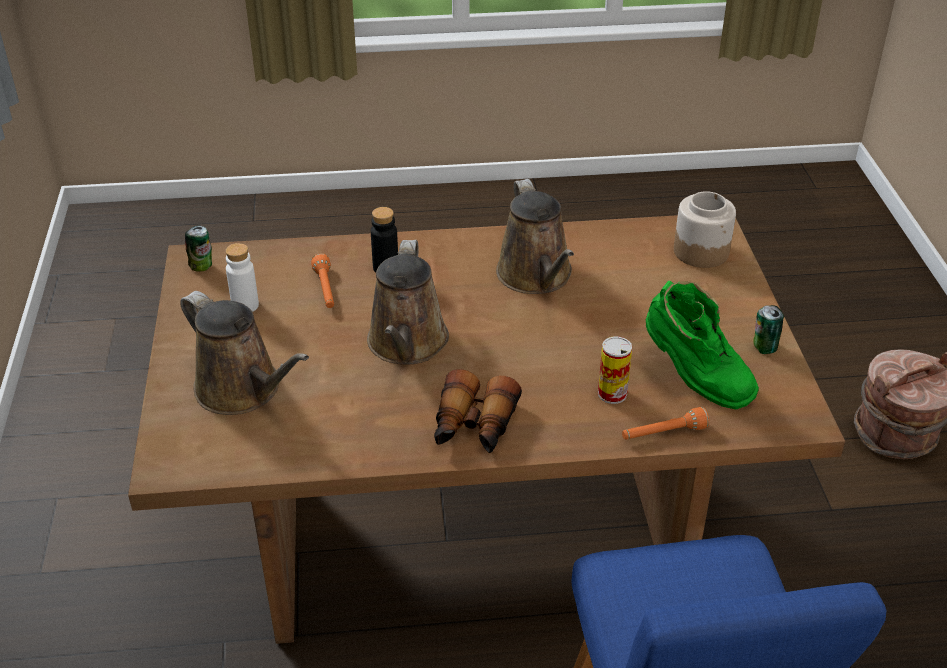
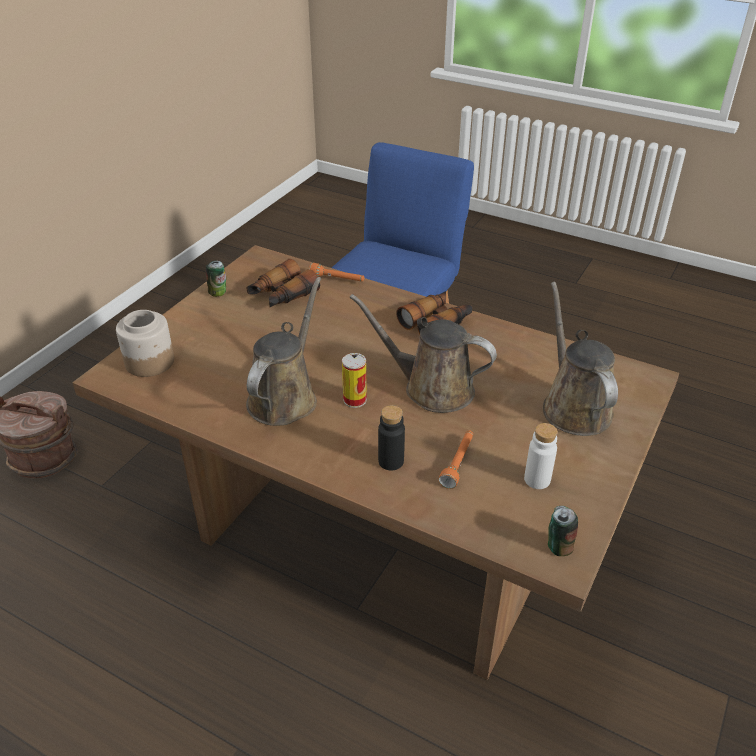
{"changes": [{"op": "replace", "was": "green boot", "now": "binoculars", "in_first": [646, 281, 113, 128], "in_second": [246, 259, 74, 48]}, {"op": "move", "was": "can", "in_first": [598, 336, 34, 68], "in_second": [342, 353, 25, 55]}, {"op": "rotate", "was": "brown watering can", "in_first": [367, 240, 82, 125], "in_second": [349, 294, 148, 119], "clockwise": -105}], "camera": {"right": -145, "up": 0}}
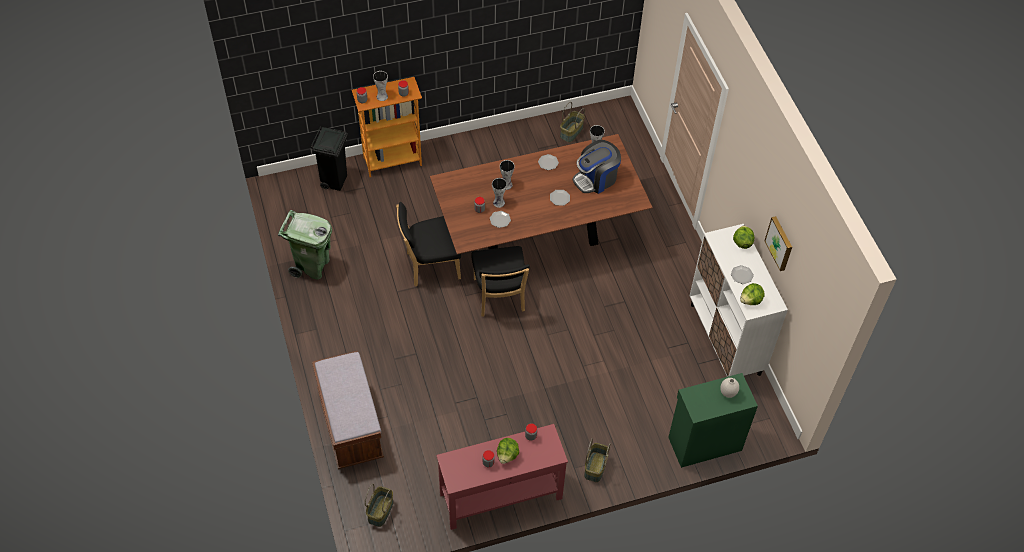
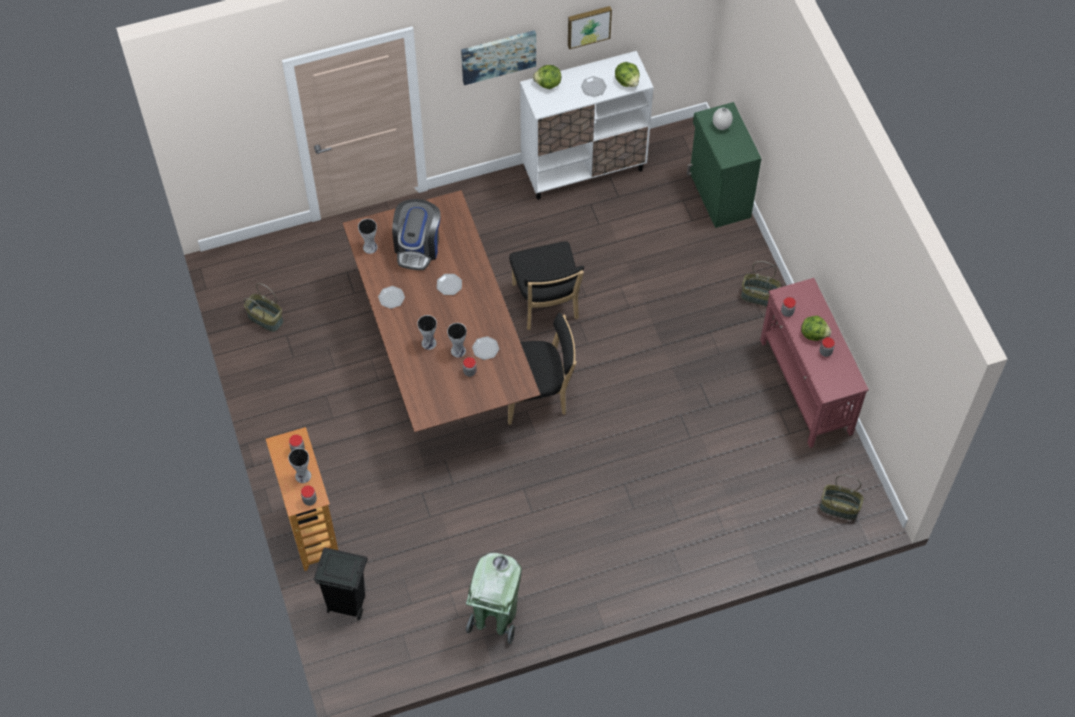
{"changes": [{"op": "rotate", "was": "coffee machine", "in_first": [572, 140, 49, 54], "in_second": [392, 199, 48, 71], "clockwise": 45}, {"op": "insert", "now": "picture", "in_second": [461, 30, 75, 55]}, {"op": "move", "was": "black chair", "in_first": [396, 202, 65, 85], "in_second": [509, 241, 75, 89]}, {"op": "delete", "was": "brown bench", "in_first": [312, 350, 72, 119]}], "camera": {"right": -90, "up": 5}}
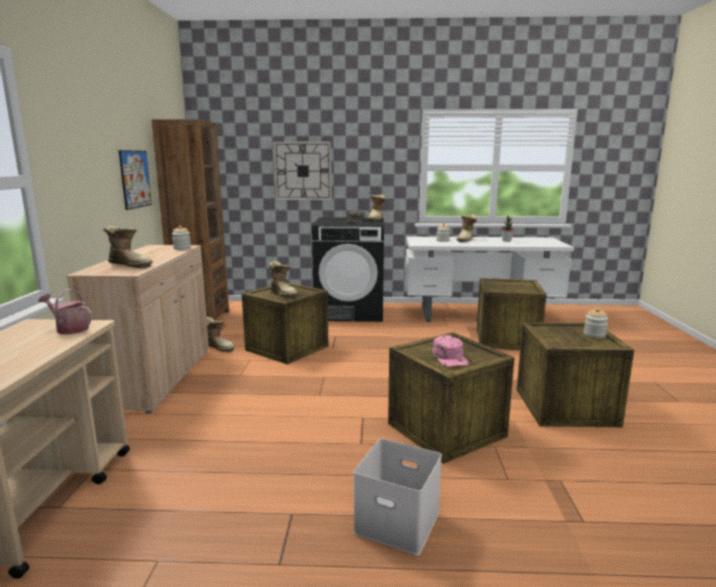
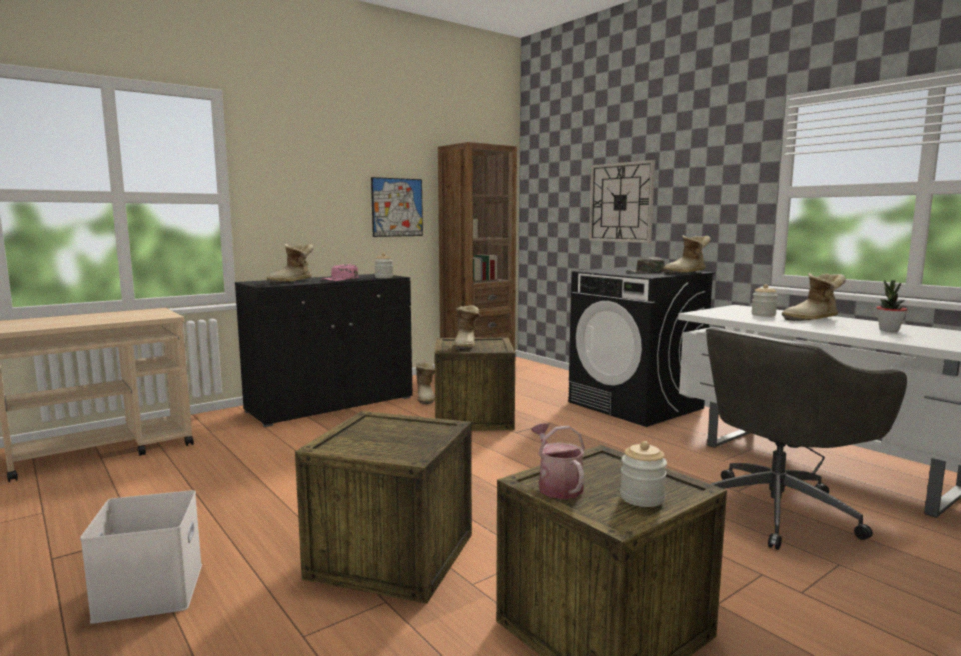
{"changes": [{"op": "recolor", "was": "beige cabinet", "now": "black cabinet", "in_first": [66, 245, 143, 169], "in_second": [235, 274, 178, 153]}, {"op": "rotate", "was": "boot", "in_first": [103, 226, 50, 42], "in_second": [266, 244, 47, 40], "clockwise": 60}, {"op": "move", "was": "pink cap", "in_first": [432, 335, 37, 32], "in_second": [321, 264, 38, 17]}, {"op": "move", "was": "watering can", "in_first": [38, 289, 54, 45], "in_second": [531, 423, 54, 76]}, {"op": "replace", "was": "crate", "now": "grey office chair", "in_first": [477, 278, 70, 72], "in_second": [706, 327, 201, 223]}], "camera": {"right": 50, "up": -5}}
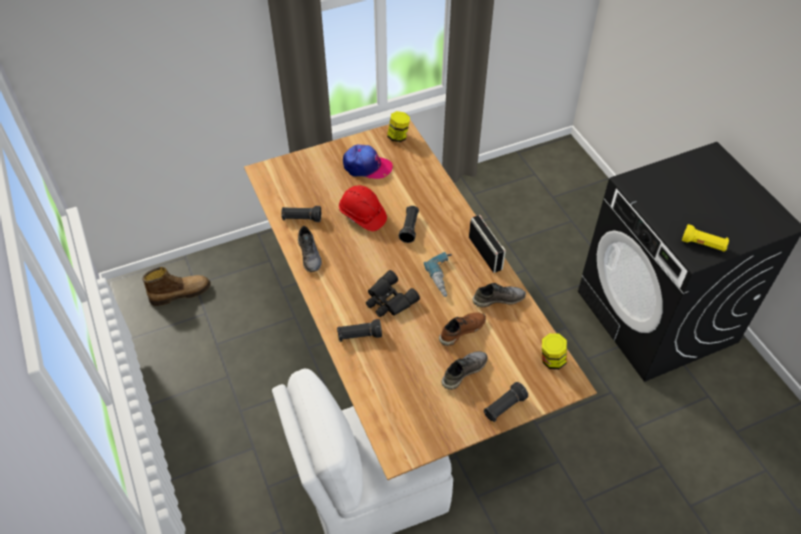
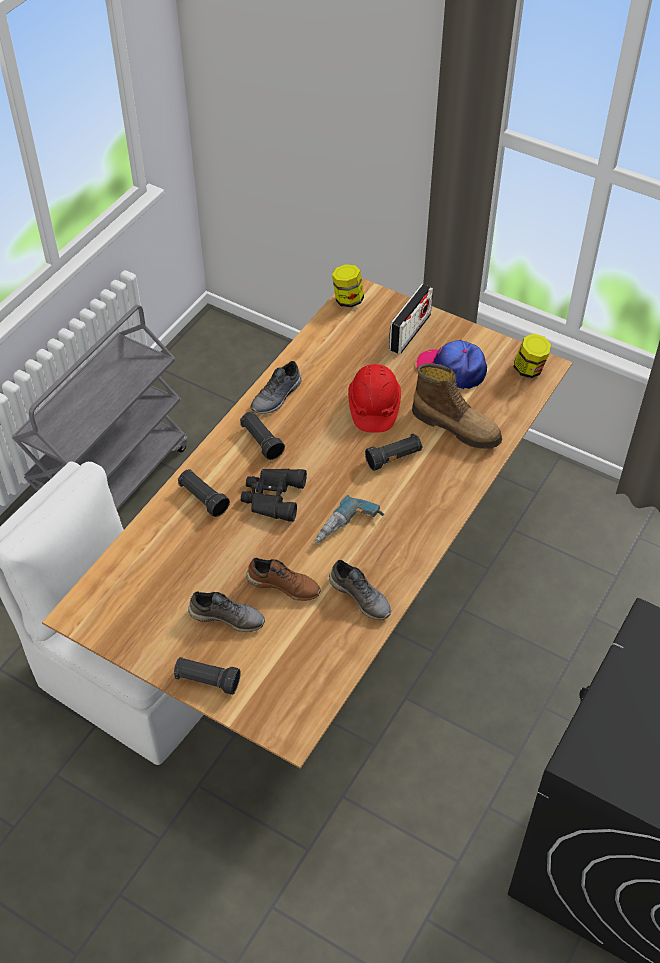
{"changes": [{"op": "insert", "now": "grey cart", "in_second": [12, 305, 176, 205]}, {"op": "move", "was": "black flashlight", "in_first": [281, 206, 40, 16], "in_second": [240, 411, 45, 49]}, {"op": "move", "was": "jar", "in_first": [542, 333, 25, 36], "in_second": [332, 264, 32, 43]}, {"op": "move", "was": "radio", "in_first": [469, 215, 37, 58], "in_second": [389, 284, 44, 70]}, {"op": "move", "was": "boot", "in_first": [142, 267, 69, 39], "in_second": [412, 363, 90, 86]}, {"op": "rotate", "was": "cap", "in_first": [343, 144, 50, 35], "in_second": [417, 340, 70, 49], "clockwise": 135}, {"op": "delete", "was": "yellow flashlight", "in_first": [682, 224, 47, 28]}], "camera": {"right": 55, "up": 0}}
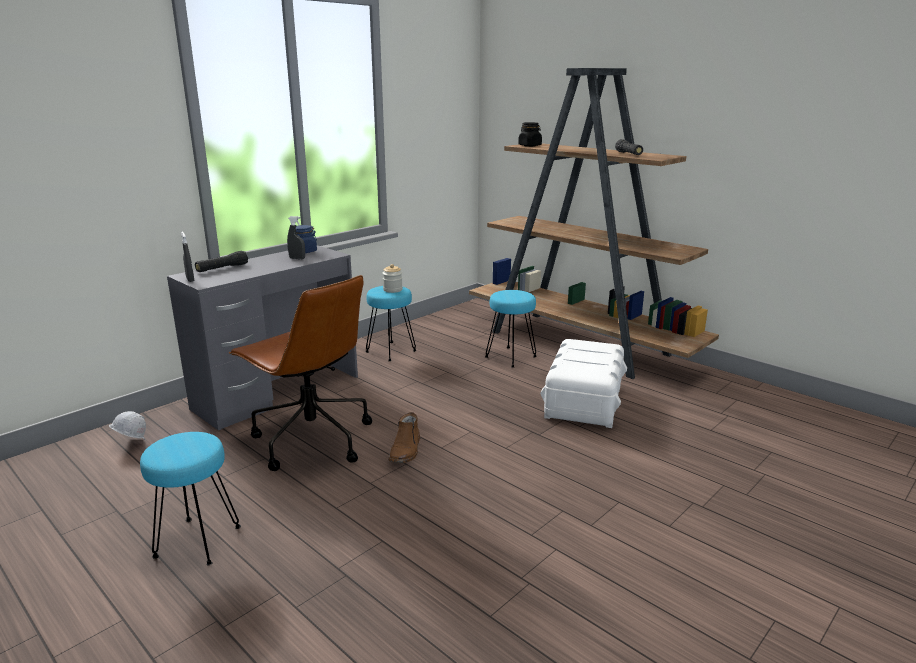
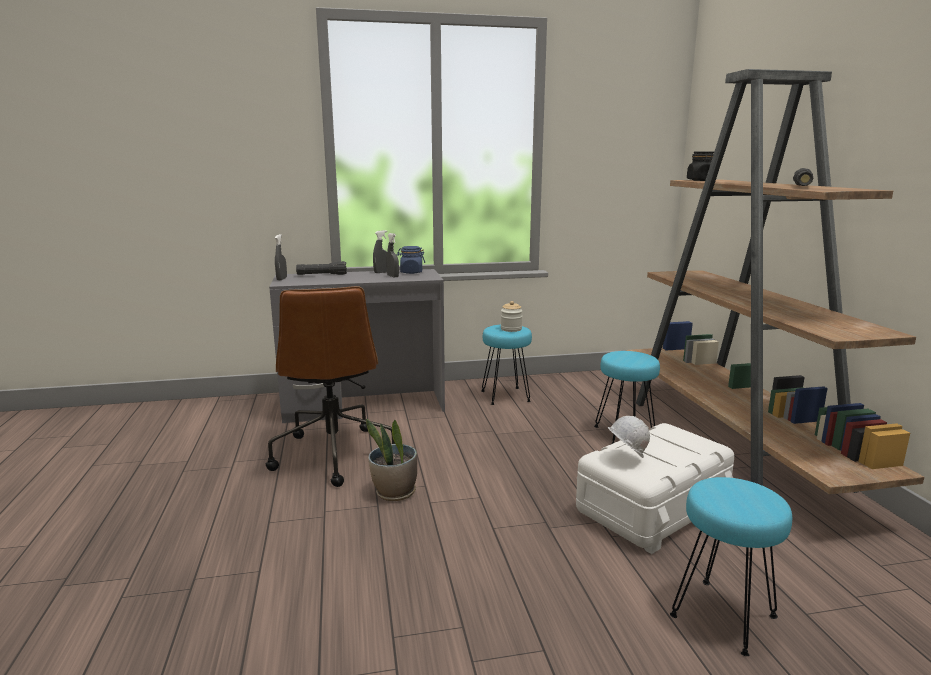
{"changes": [{"op": "replace", "was": "brown boot", "now": "potted plant", "in_first": [389, 412, 31, 51], "in_second": [366, 418, 51, 83]}, {"op": "insert", "now": "grey spray bottle", "in_second": [373, 230, 14, 43]}, {"op": "move", "was": "white hard hat", "in_first": [109, 411, 37, 28], "in_second": [608, 416, 42, 42]}, {"op": "move", "was": "turquoise stool", "in_first": [140, 432, 101, 133], "in_second": [670, 477, 122, 179]}], "camera": {"right": 35, "up": -5}}
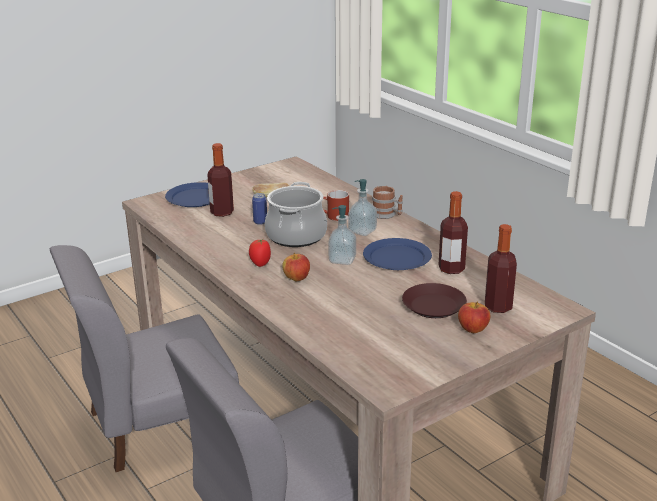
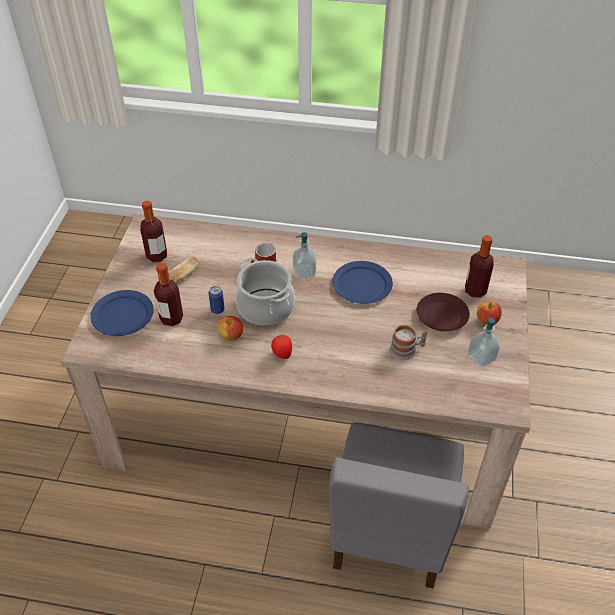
{"changes": [{"op": "move", "was": "bottle", "in_first": [438, 191, 30, 83], "in_second": [140, 201, 27, 61]}, {"op": "move", "was": "apple", "in_first": [282, 253, 28, 28], "in_second": [218, 316, 25, 25]}, {"op": "move", "was": "mug", "in_first": [372, 186, 31, 33], "in_second": [390, 325, 38, 35]}, {"op": "move", "was": "soap dispenser", "in_first": [328, 205, 28, 60], "in_second": [468, 318, 32, 49]}, {"op": "delete", "was": "grey chair", "in_first": [50, 245, 189, 227]}], "camera": {"right": -45, "up": 20}}
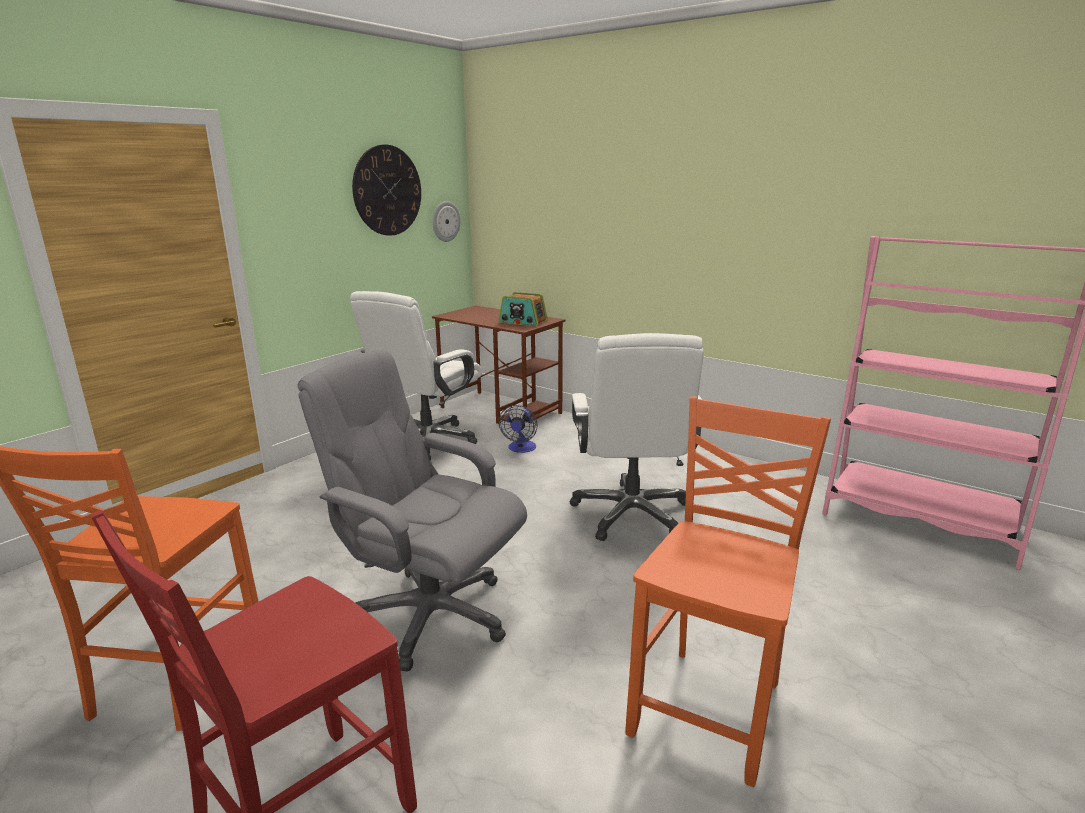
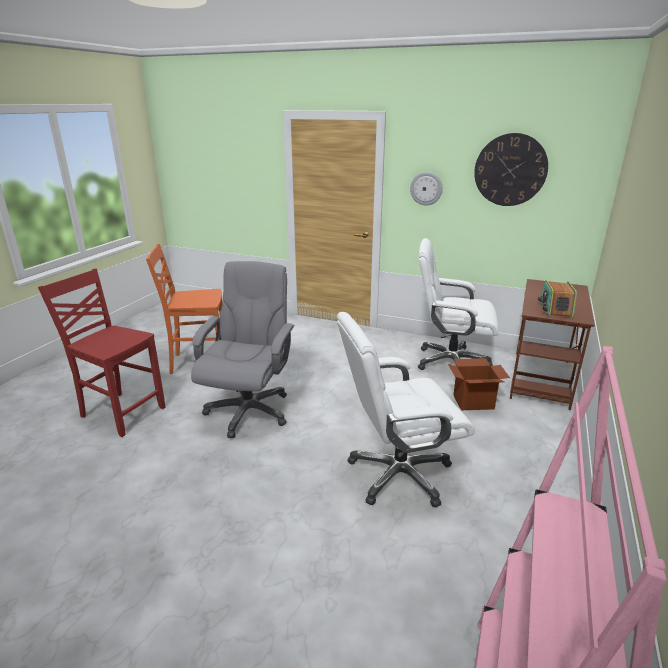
{"changes": [{"op": "move", "was": "wall clock", "in_first": [432, 201, 28, 41], "in_second": [410, 172, 33, 34]}, {"op": "replace", "was": "fan", "now": "cardboard box", "in_first": [499, 405, 39, 48], "in_second": [448, 358, 62, 52]}, {"op": "delete", "was": "orange chair", "in_first": [625, 396, 206, 391]}], "camera": {"right": 75, "up": 5}}
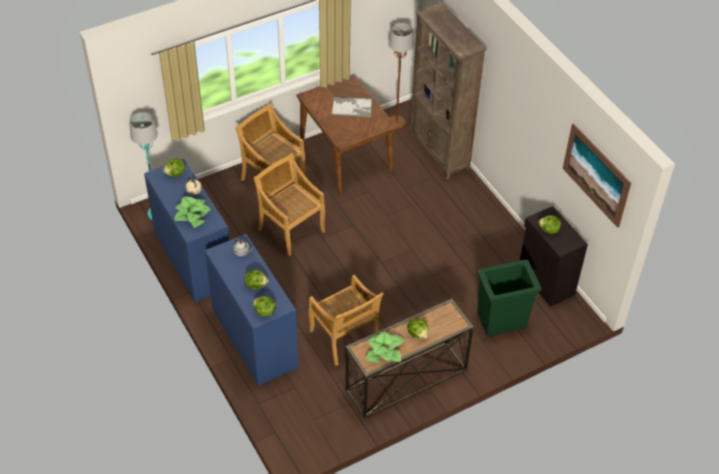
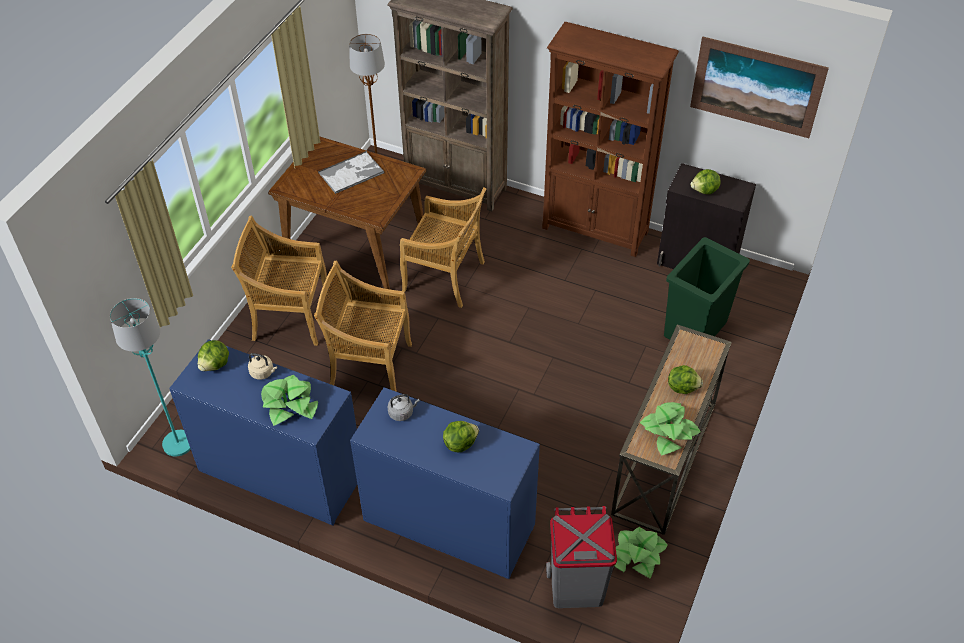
{"changes": [{"op": "move", "was": "beige chair", "in_first": [308, 275, 76, 91], "in_second": [400, 188, 86, 120]}, {"op": "insert", "now": "brown bookcase", "in_second": [542, 22, 137, 235]}, {"op": "insert", "now": "grey trash can", "in_second": [546, 506, 71, 102]}, {"op": "insert", "now": "potted plant", "in_second": [614, 527, 53, 52]}, {"op": "delete", "was": "lettuce", "in_first": [253, 296, 23, 20]}], "camera": {"right": -35, "up": 0}}
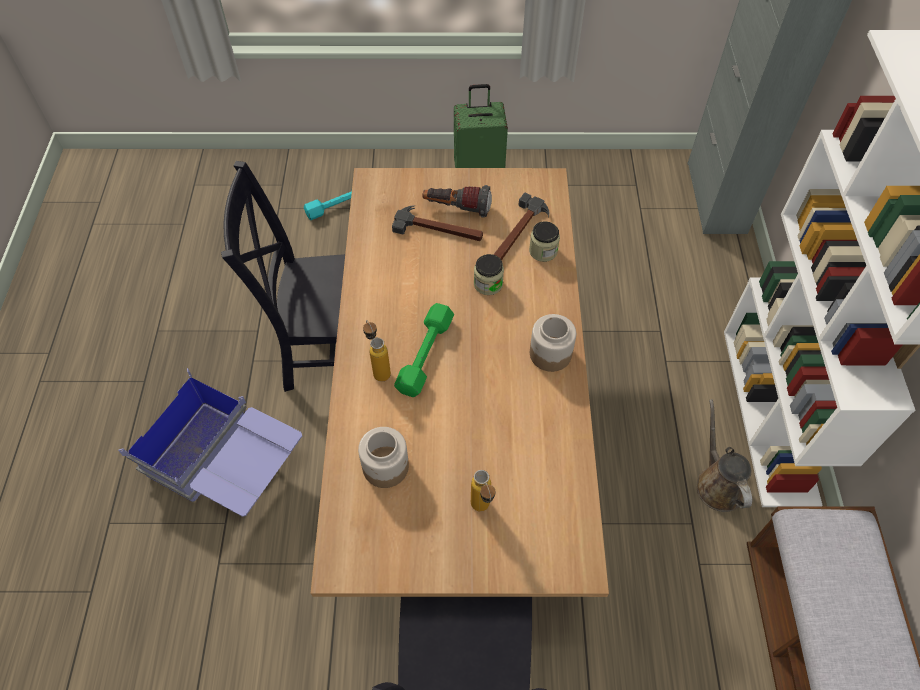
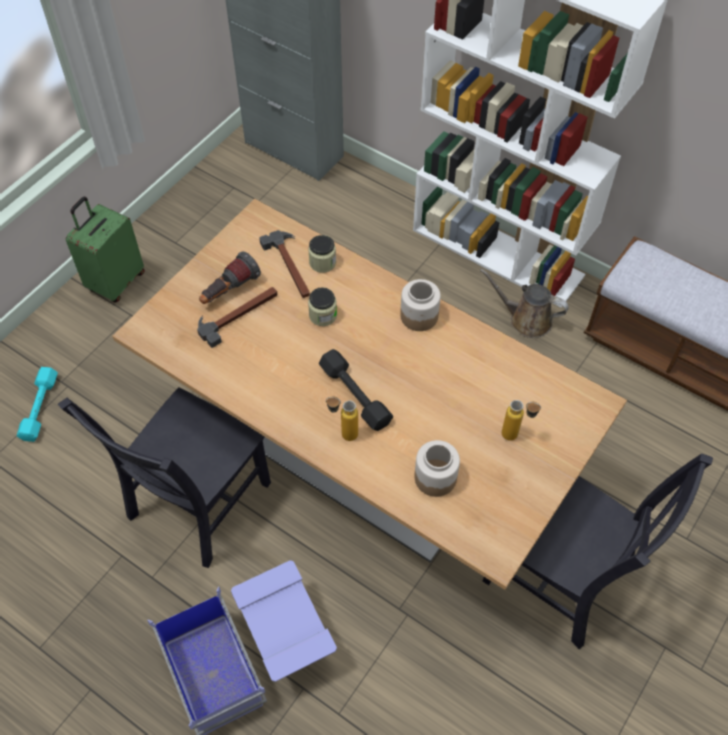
{"changes": [{"op": "recolor", "was": "green dumbbell", "now": "black dumbbell", "in_first": [394, 303, 60, 94], "in_second": [319, 349, 74, 82]}], "camera": {"right": -55, "up": 0}}
